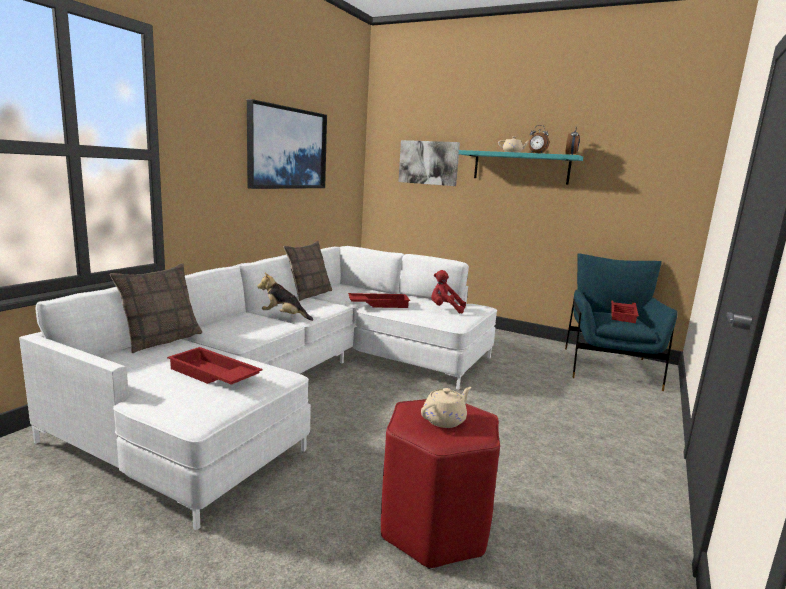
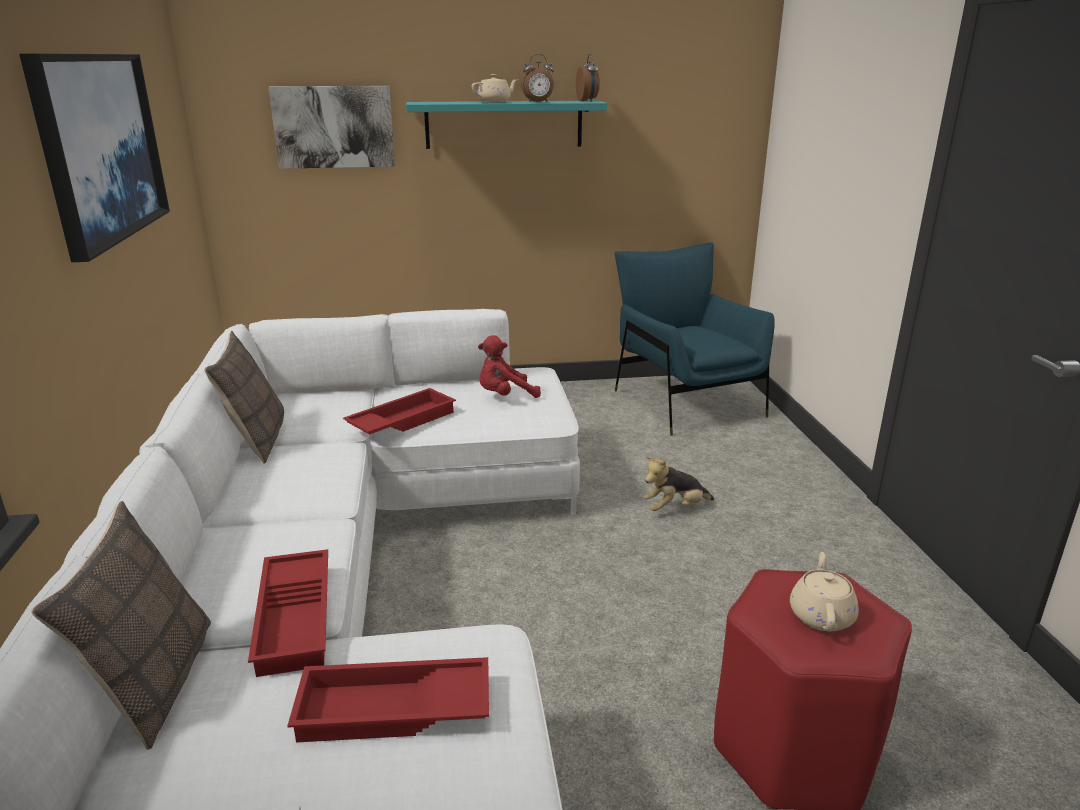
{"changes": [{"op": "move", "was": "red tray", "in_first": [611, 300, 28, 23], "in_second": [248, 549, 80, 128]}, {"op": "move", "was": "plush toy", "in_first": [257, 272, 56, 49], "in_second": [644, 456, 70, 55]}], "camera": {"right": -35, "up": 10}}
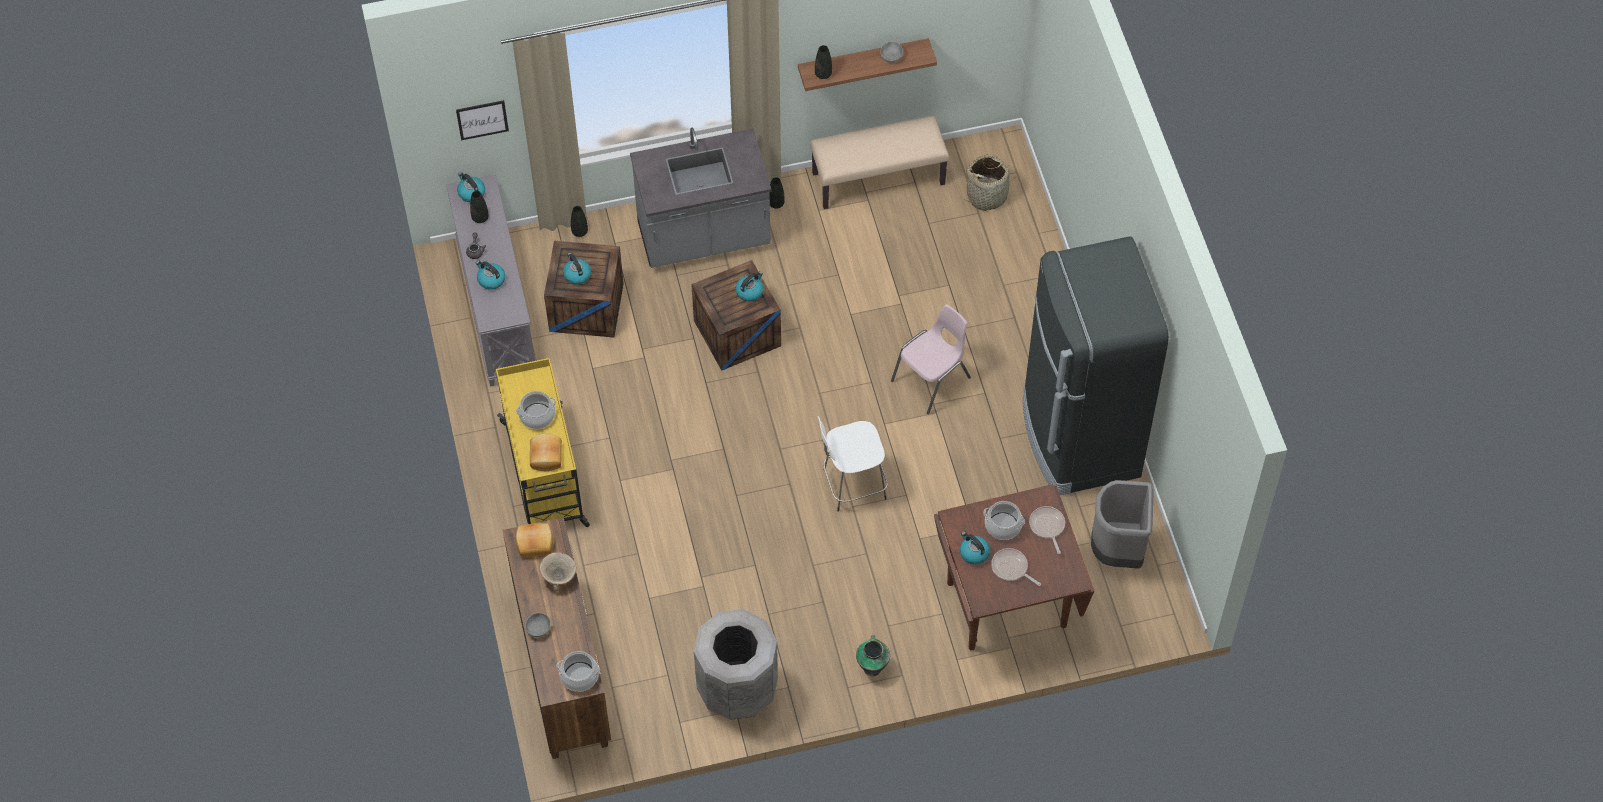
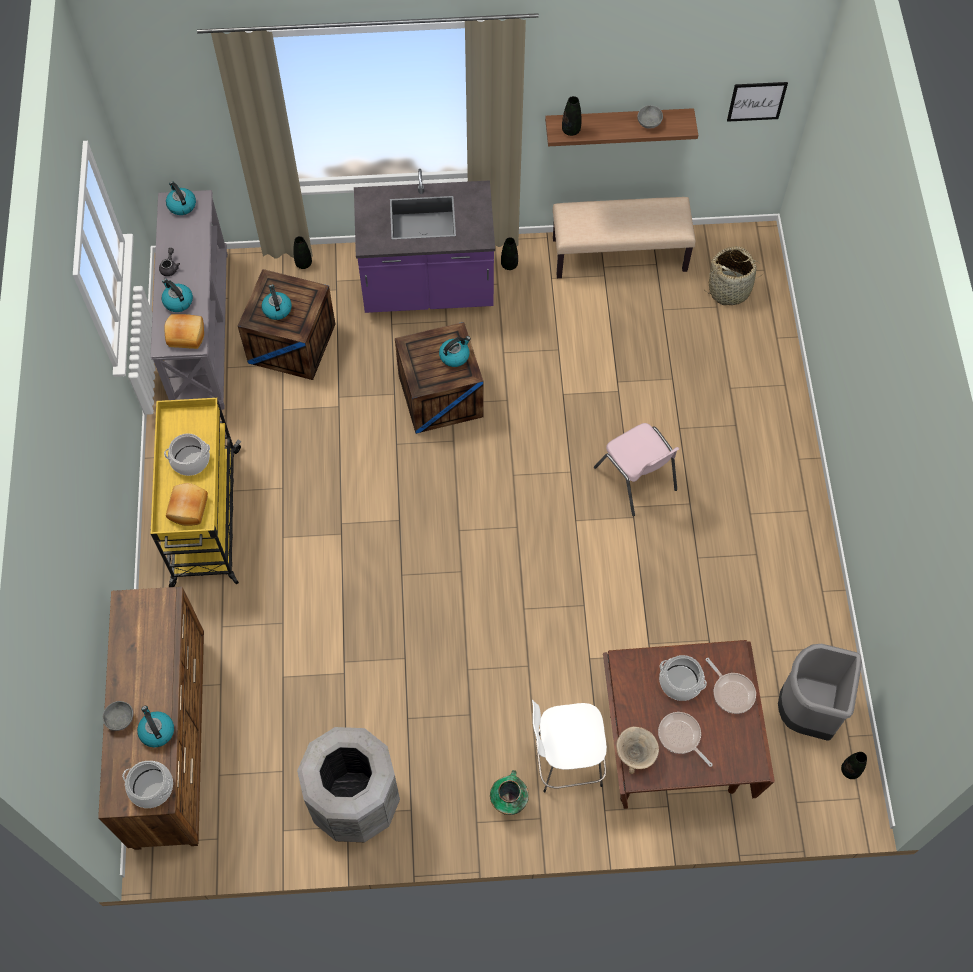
{"changes": [{"op": "move", "was": "kettle", "in_first": [960, 532, 30, 33], "in_second": [137, 706, 37, 41]}, {"op": "move", "was": "bread", "in_first": [516, 523, 37, 35], "in_second": [164, 314, 40, 35]}, {"op": "recolor", "was": "grey counter", "now": "purple counter", "in_first": [630, 128, 142, 140], "in_second": [354, 169, 141, 144]}, {"op": "move", "was": "white stool", "in_first": [817, 416, 71, 96], "in_second": [532, 700, 75, 93]}, {"op": "rotate", "was": "pink chair", "in_first": [891, 304, 80, 110], "in_second": [594, 423, 85, 93], "clockwise": 90}, {"op": "move", "was": "beige bowl", "in_first": [540, 553, 36, 39], "in_second": [616, 726, 43, 48]}, {"op": "rotate", "was": "frying pan", "in_first": [1029, 506, 36, 48], "in_second": [706, 658, 50, 56], "clockwise": 150}, {"op": "move", "was": "picture", "in_first": [456, 100, 53, 40], "in_second": [727, 82, 61, 40]}, {"op": "move", "was": "black vase", "in_first": [470, 191, 19, 32], "in_second": [841, 752, 26, 27]}, {"op": "delete", "was": "black fridge", "in_first": [1023, 236, 146, 259]}], "camera": {"right": 10, "up": 5}}
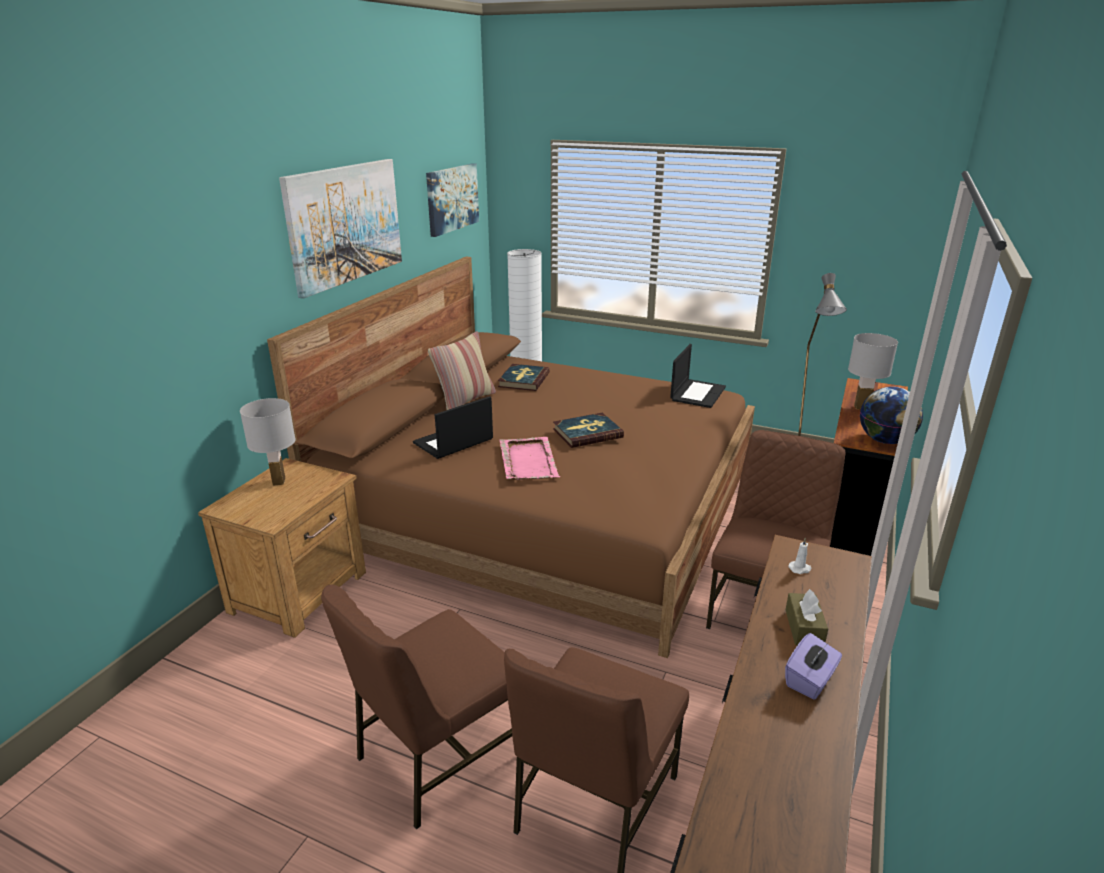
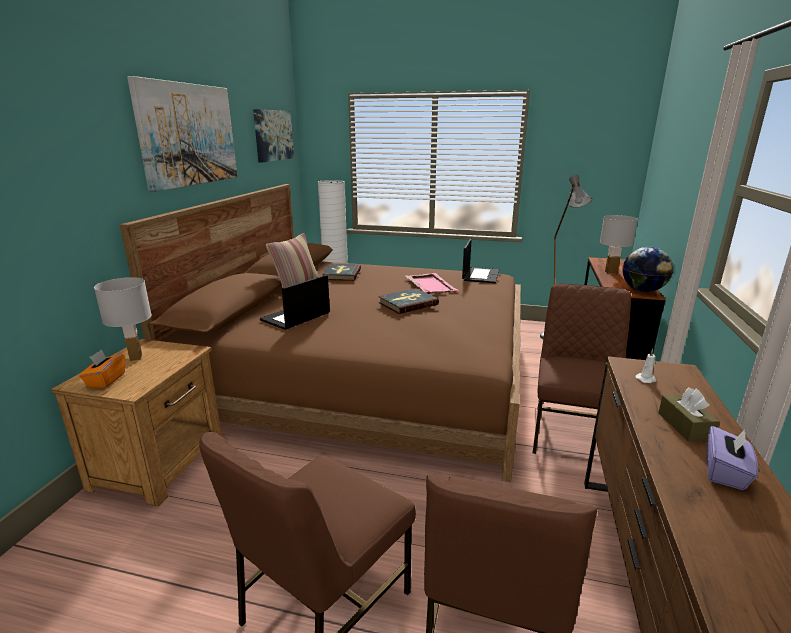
{"changes": [{"op": "insert", "now": "orange tissue box", "in_second": [79, 349, 46, 39]}, {"op": "move", "was": "pink tray", "in_first": [500, 437, 60, 43], "in_second": [406, 273, 51, 21]}], "camera": {"right": -10, "up": -5}}
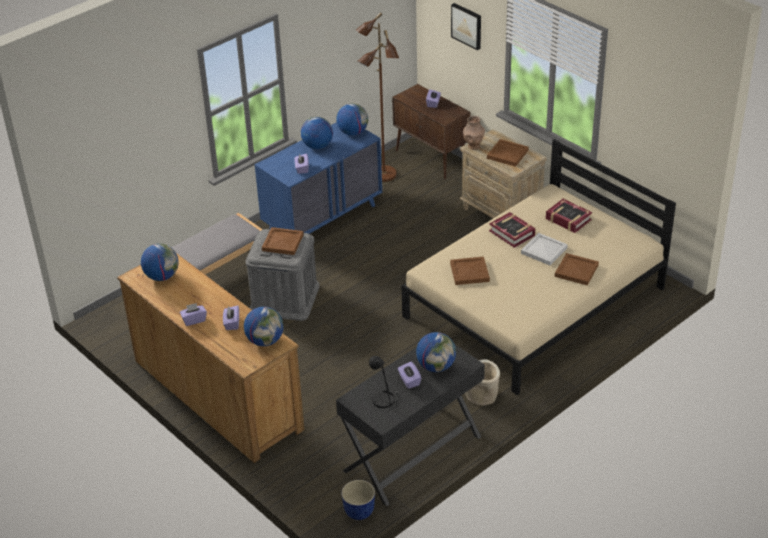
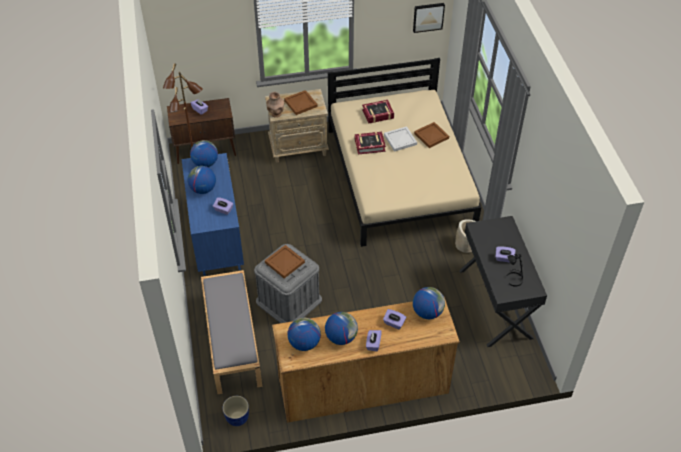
{"changes": [{"op": "move", "was": "planter", "in_first": [341, 480, 34, 40], "in_second": [223, 396, 26, 30]}, {"op": "move", "was": "globe", "in_first": [416, 332, 40, 40], "in_second": [325, 312, 33, 33]}, {"op": "move", "was": "picture", "in_first": [451, 3, 30, 47], "in_second": [413, 3, 32, 30]}, {"op": "delete", "was": "brown tray", "in_first": [450, 257, 40, 28]}], "camera": {"right": -60, "up": 10}}
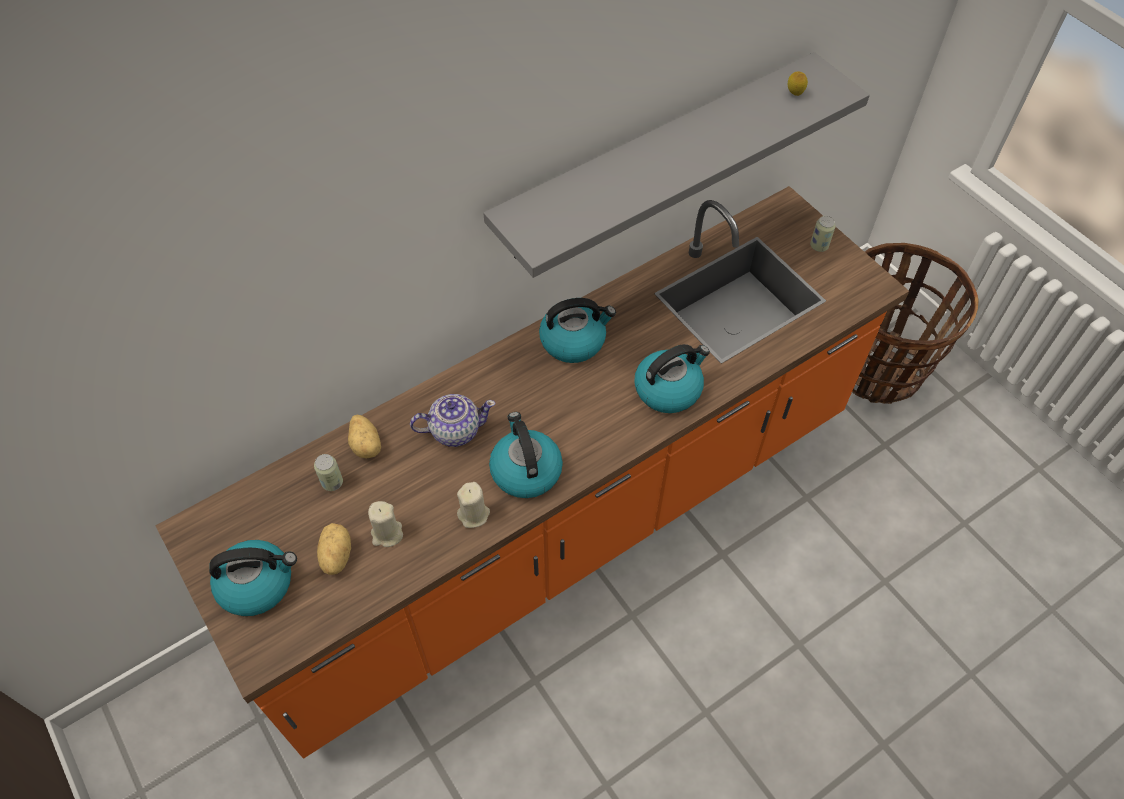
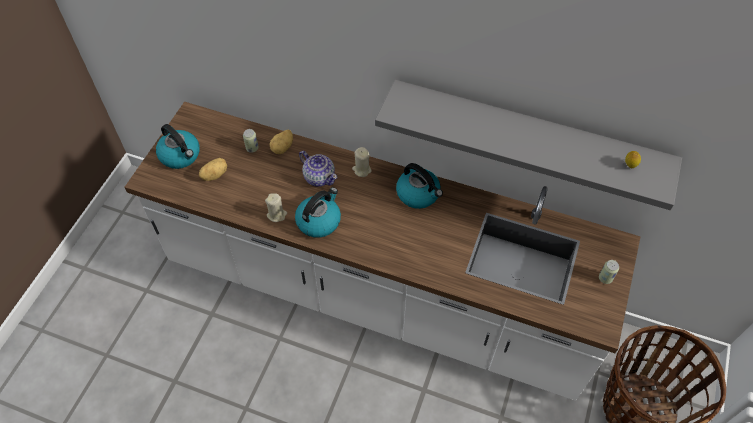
{"changes": [{"op": "recolor", "was": "orange counter", "now": "white counter", "in_first": [155, 186, 754, 572], "in_second": [125, 101, 516, 300]}, {"op": "move", "was": "beige candle", "in_first": [368, 501, 35, 46], "in_second": [352, 147, 20, 30]}, {"op": "delete", "was": "kettle", "in_first": [634, 344, 76, 69]}], "camera": {"right": 55, "up": 0}}
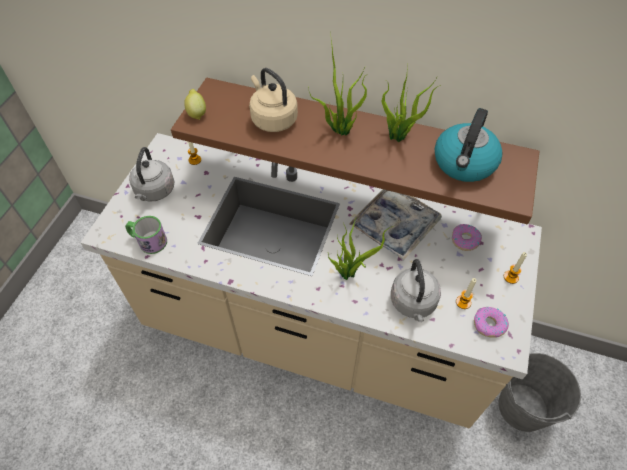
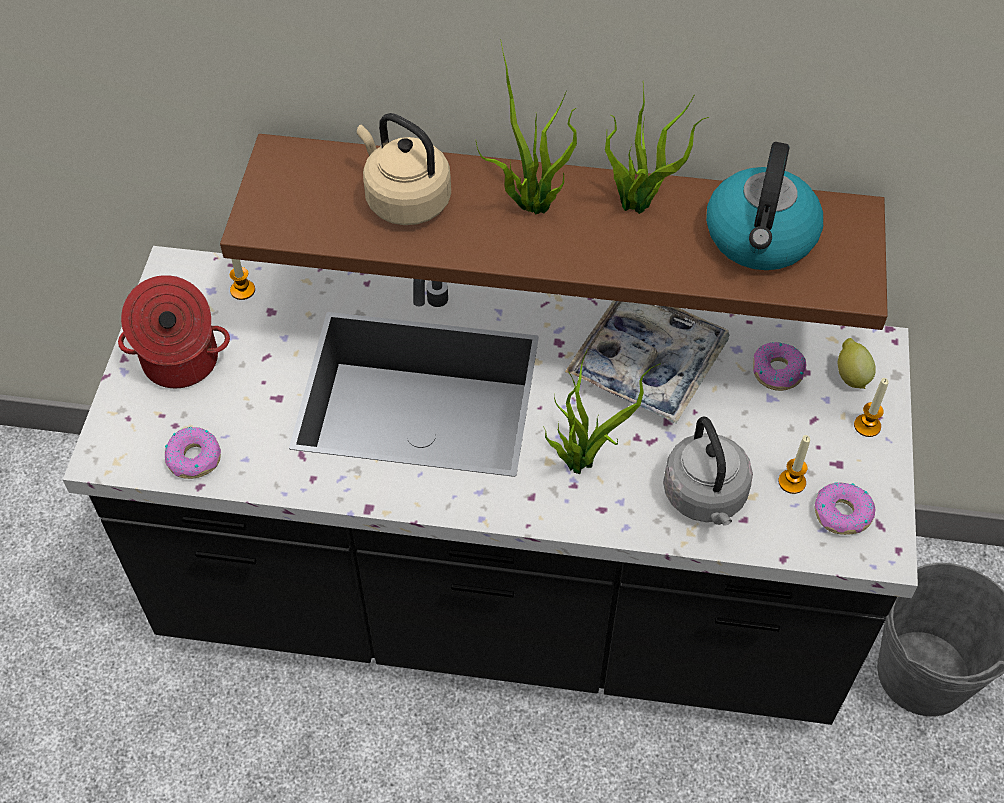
{"changes": [{"op": "recolor", "was": "beige counter", "now": "black counter", "in_first": [80, 133, 462, 295], "in_second": [63, 246, 855, 479]}, {"op": "replace", "was": "grey kettle", "now": "cooking pot", "in_first": [129, 147, 45, 55], "in_second": [118, 275, 112, 113]}, {"op": "replace", "was": "mug", "now": "donut", "in_first": [125, 216, 42, 38], "in_second": [165, 427, 56, 52]}, {"op": "move", "was": "lemon", "in_first": [184, 89, 22, 31], "in_second": [837, 338, 39, 51]}], "camera": {"right": -10, "up": 0}}
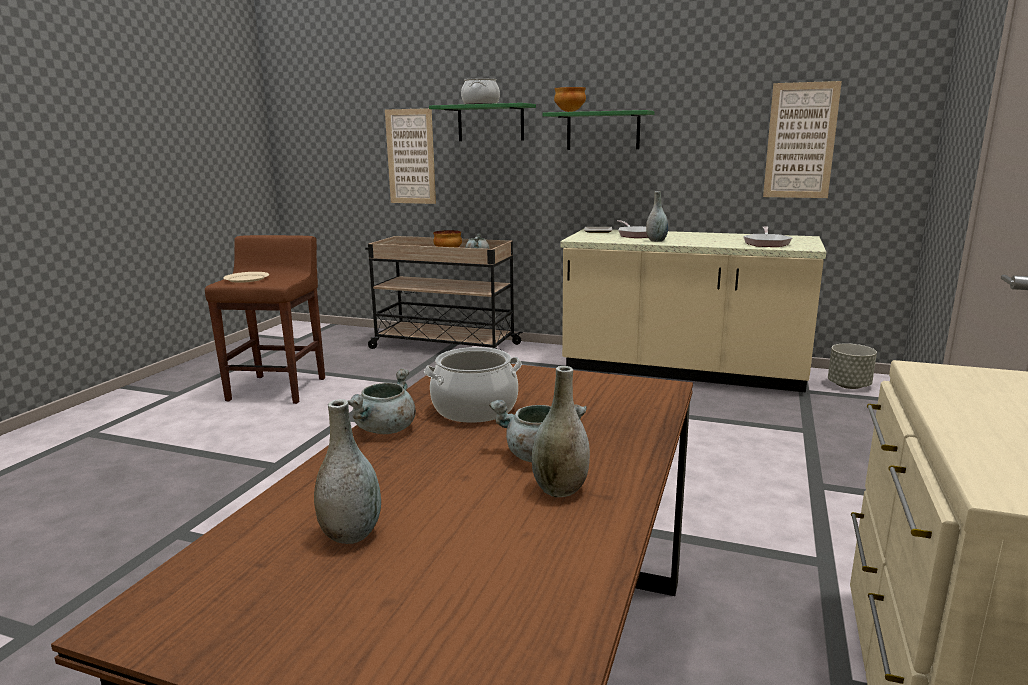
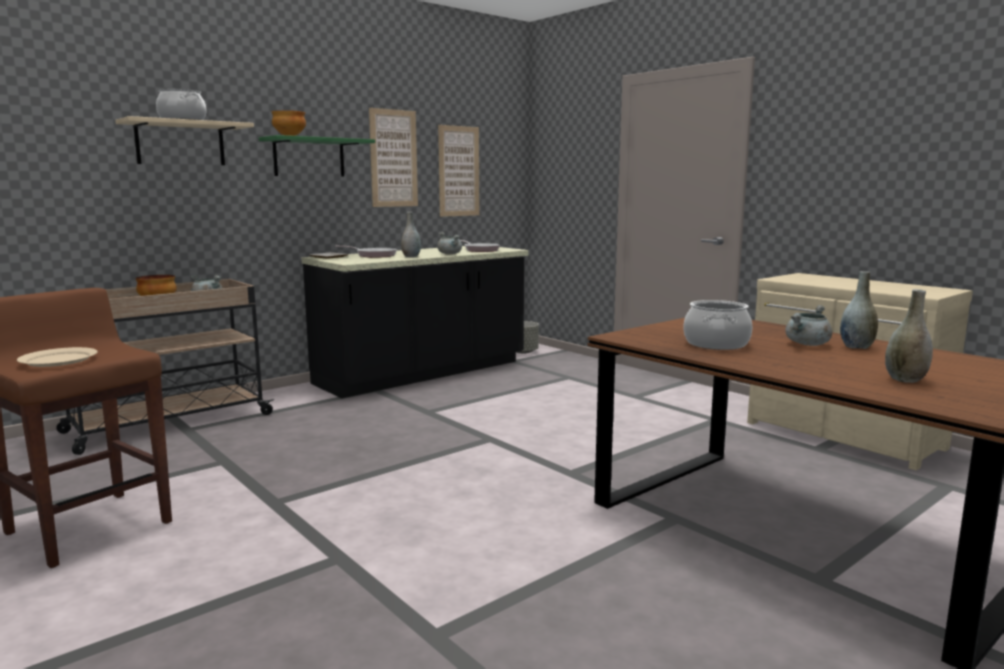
{"changes": [{"op": "recolor", "was": "green shelf", "now": "beige shelf", "in_first": [429, 103, 107, 38], "in_second": [115, 116, 139, 49]}, {"op": "recolor", "was": "beige counter", "now": "black counter", "in_first": [560, 229, 266, 163], "in_second": [301, 246, 227, 152]}, {"op": "move", "was": "picture", "in_first": [385, 108, 51, 96], "in_second": [369, 108, 49, 99]}, {"op": "move", "was": "grey cooking pot", "in_first": [348, 368, 68, 66], "in_second": [437, 232, 25, 22]}], "camera": {"right": -60, "up": -5}}
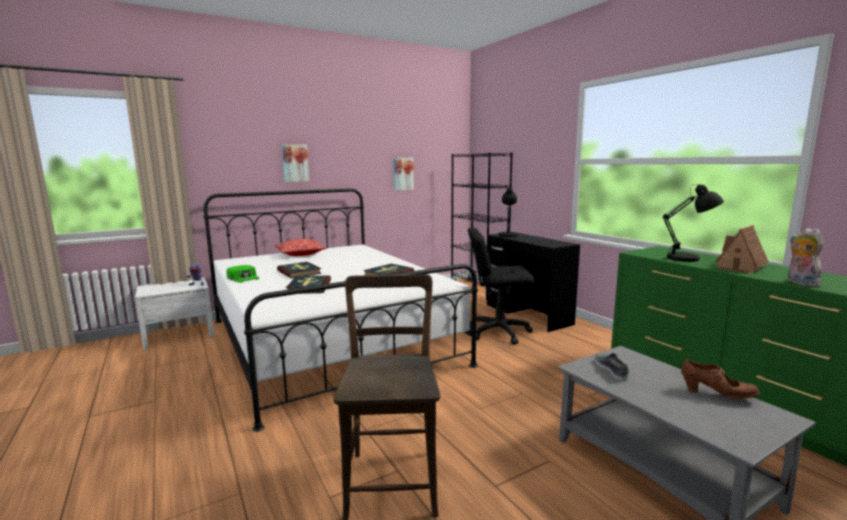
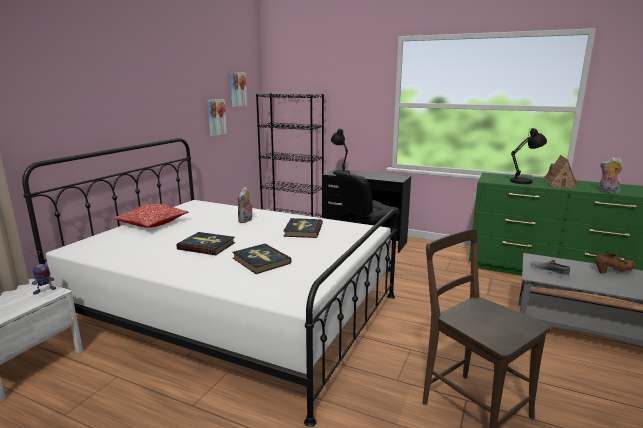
{"changes": [{"op": "move", "was": "picture", "in_first": [282, 144, 27, 38], "in_second": [230, 72, 17, 35]}, {"op": "insert", "now": "plush toy", "in_second": [238, 186, 15, 37]}, {"op": "delete", "was": "green cap", "in_first": [226, 265, 33, 18]}], "camera": {"right": -35, "up": 5}}
